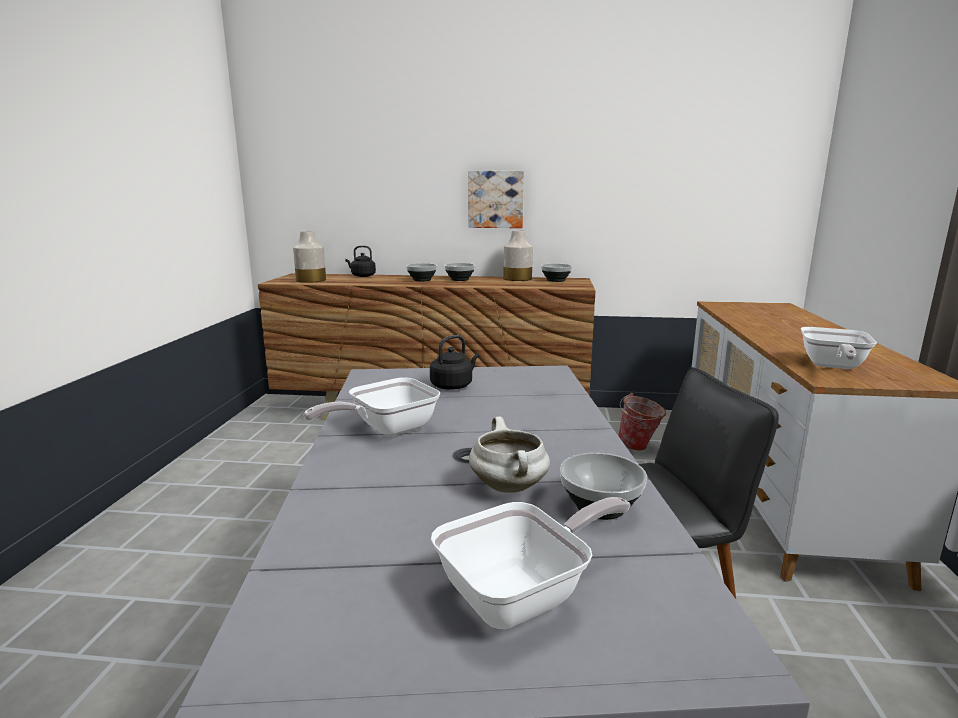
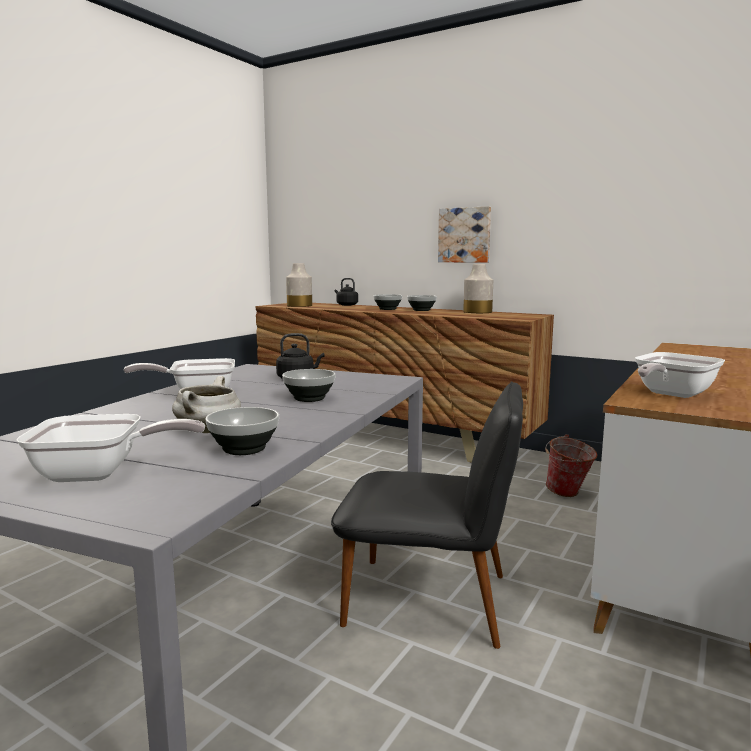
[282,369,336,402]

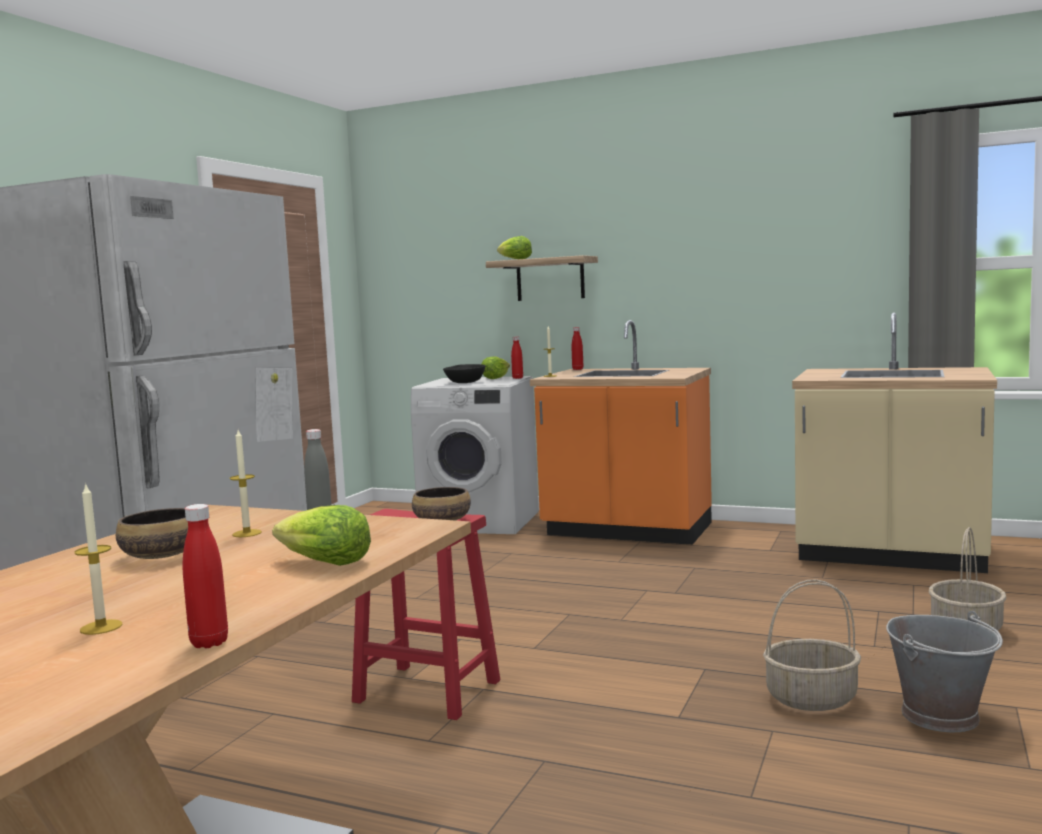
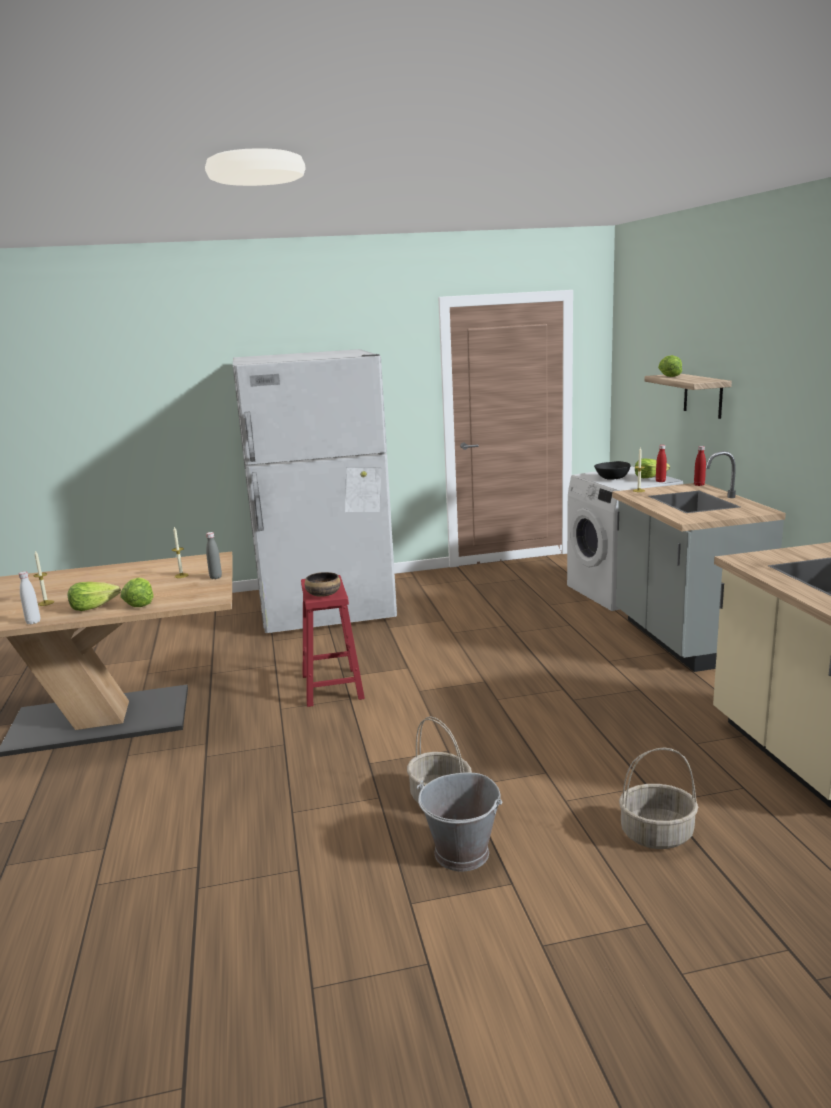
[612,451,786,672]
[19,571,40,624]
[116,508,188,559] (first image)
[68,582,121,611]

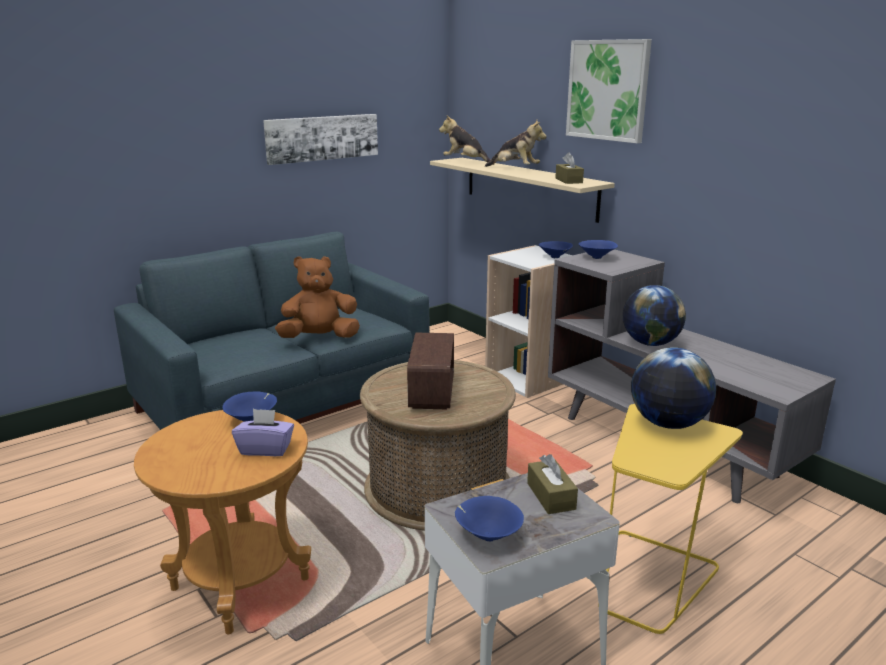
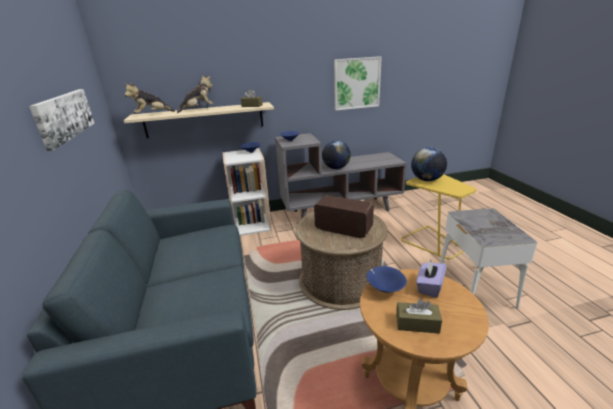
[334,56,382,111]
[275,256,360,338] (first image)
[396,299,442,334]
[455,496,524,541] (first image)

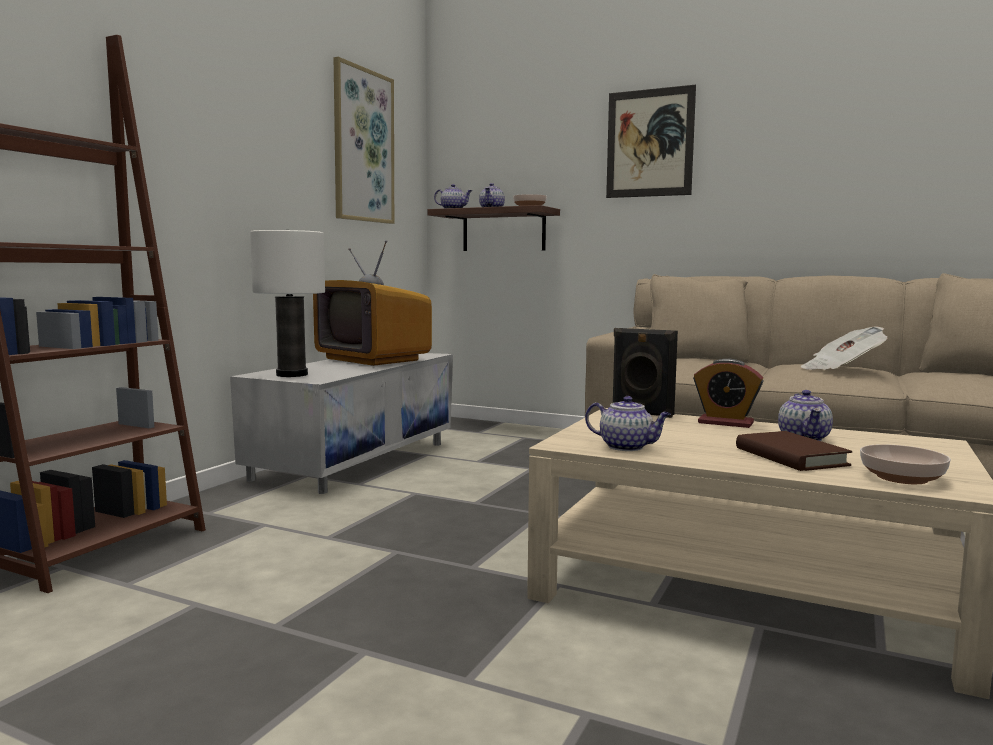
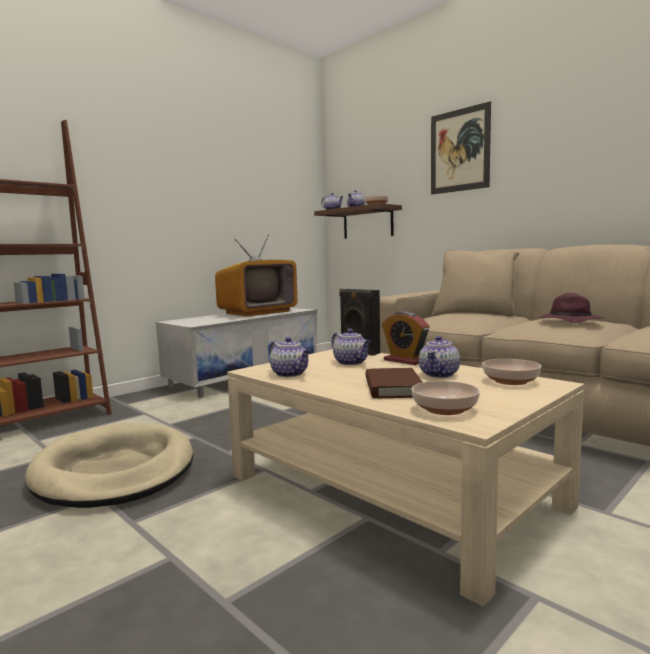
[334,57,394,224] (first image)
[250,230,325,377] (first image)
[215,234,297,316]
[539,293,605,324]
[331,329,371,365]
[482,359,541,385]
[25,422,193,508]

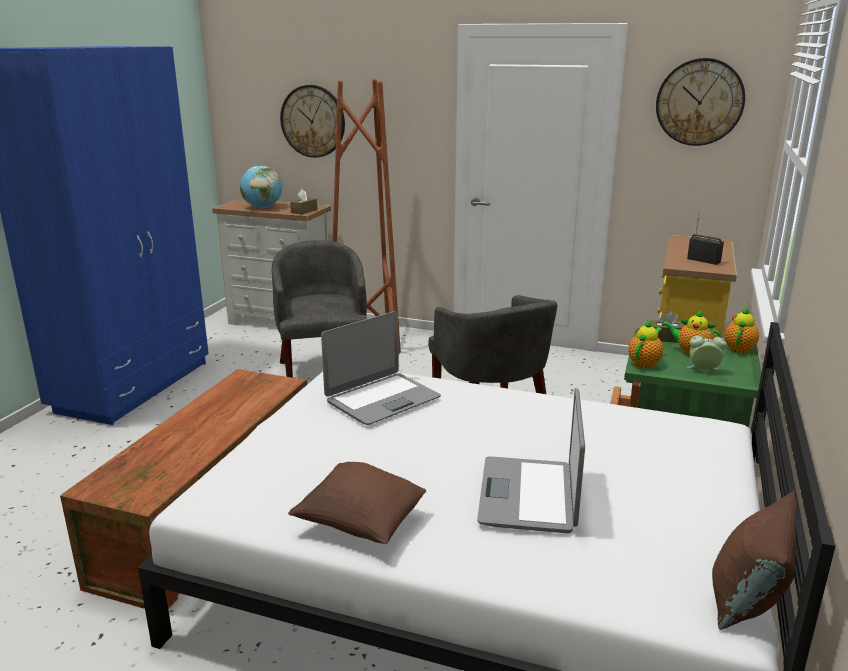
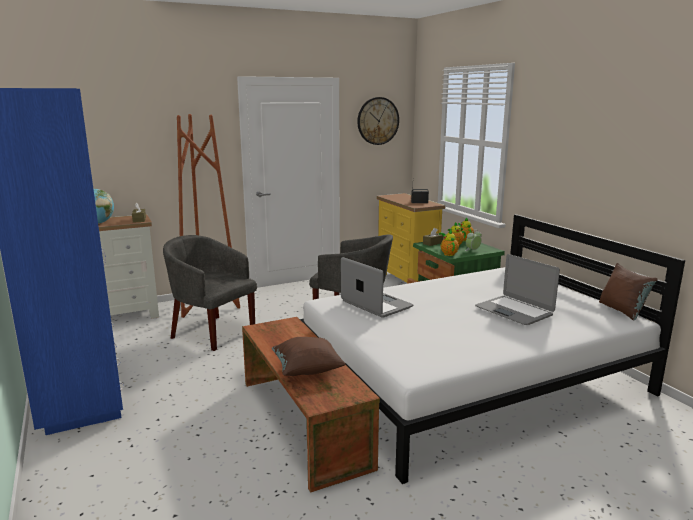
[280,85,345,158] (first image)
[341,257,413,318]
[272,337,346,376]

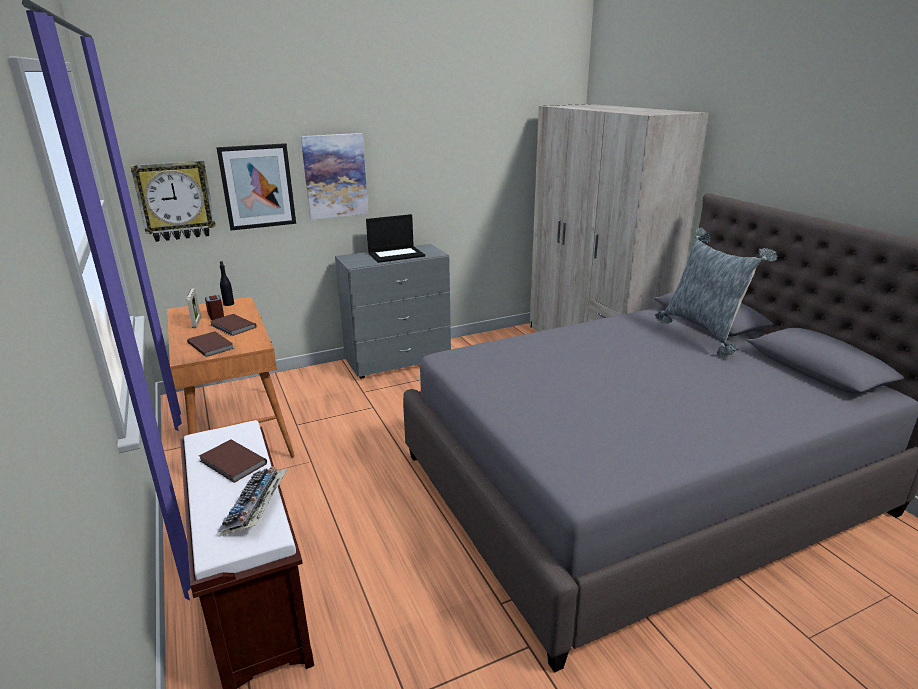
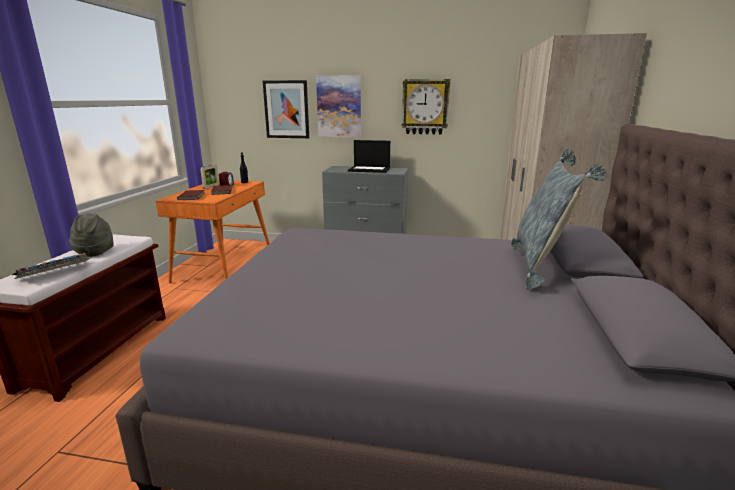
[402,79,450,135]
[69,213,114,257]

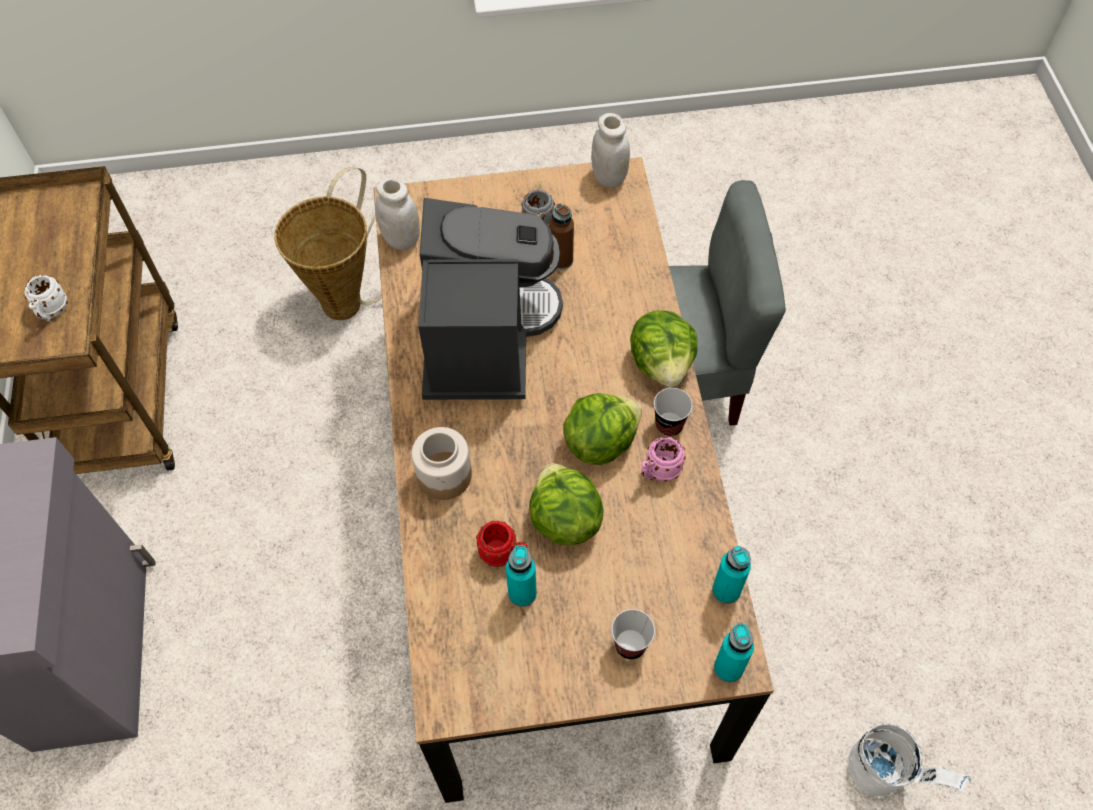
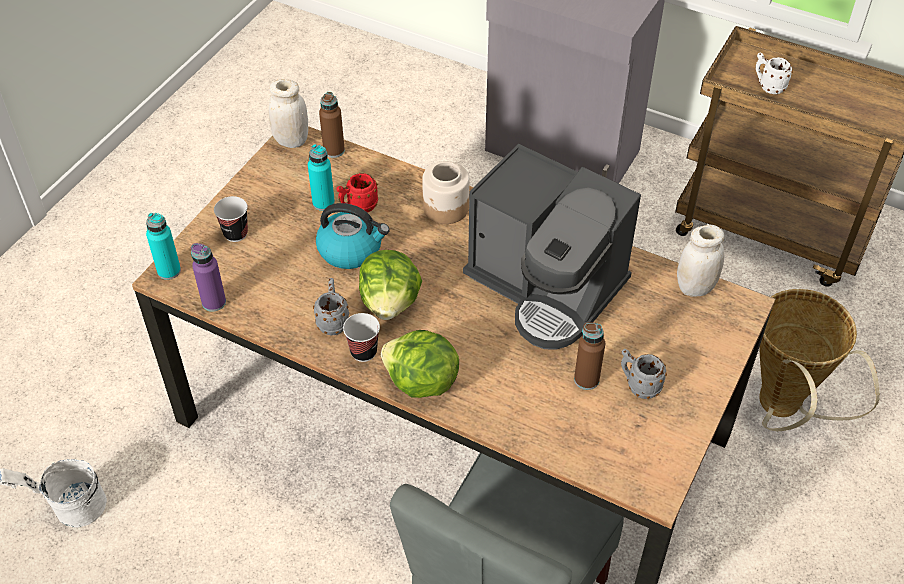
[269,79,308,148]
[313,278,349,335]
[316,203,390,269]
[191,243,226,312]
[319,92,345,158]

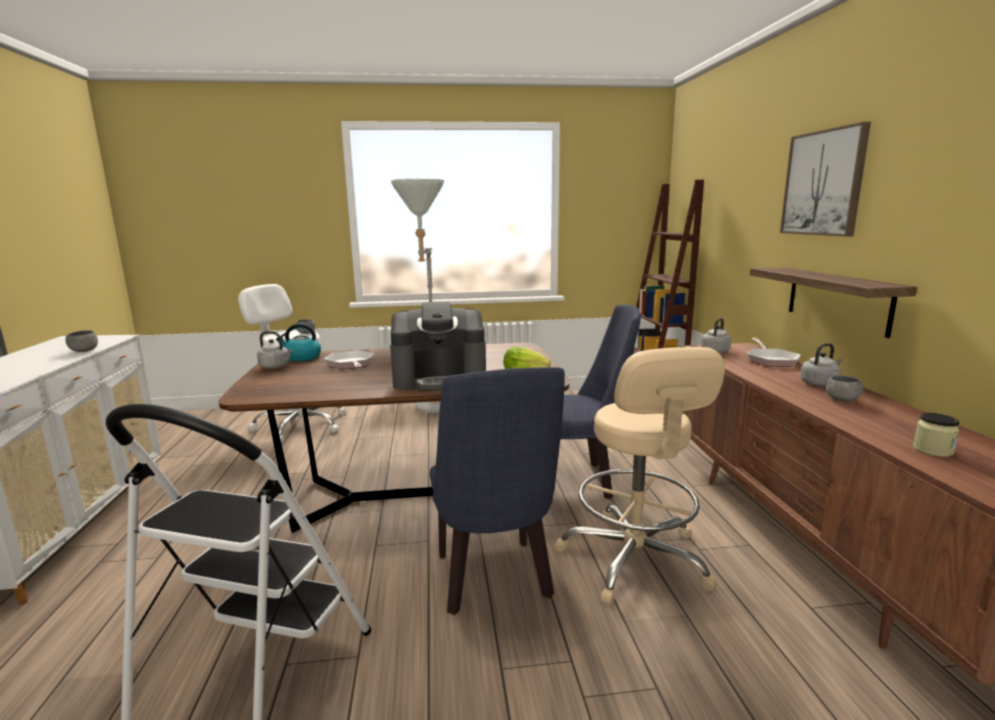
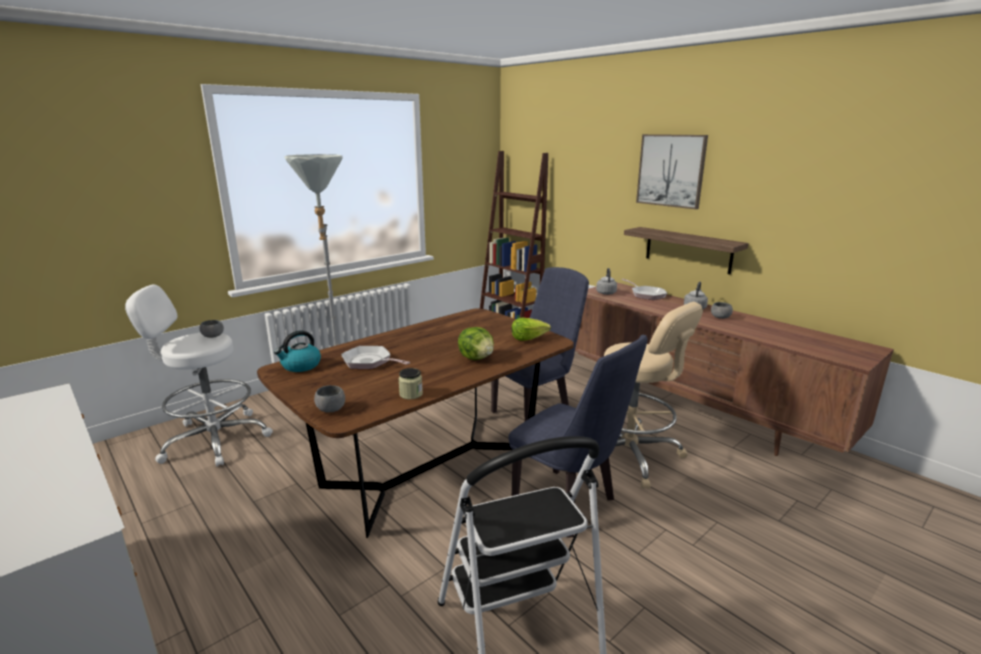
[458,327,494,360]
[314,385,345,412]
[257,331,293,369] (first image)
[398,368,423,399]

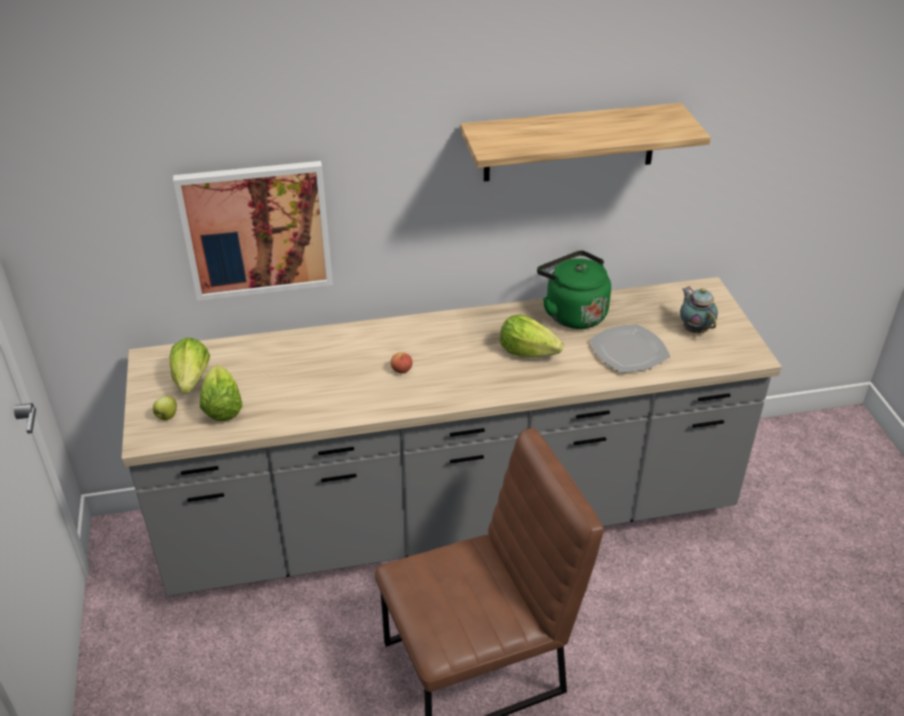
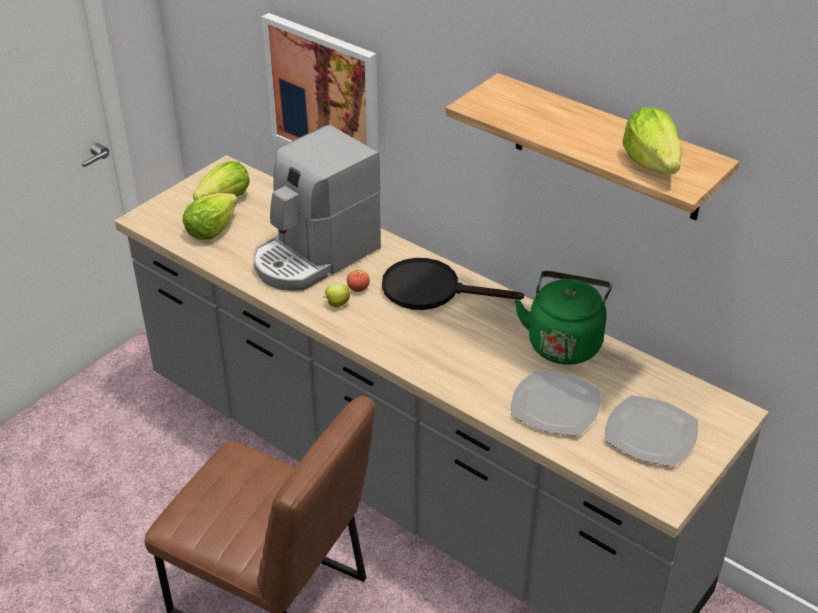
[605,395,698,466]
[622,107,682,174]
[324,284,350,307]
[253,125,381,291]
[382,258,524,310]

